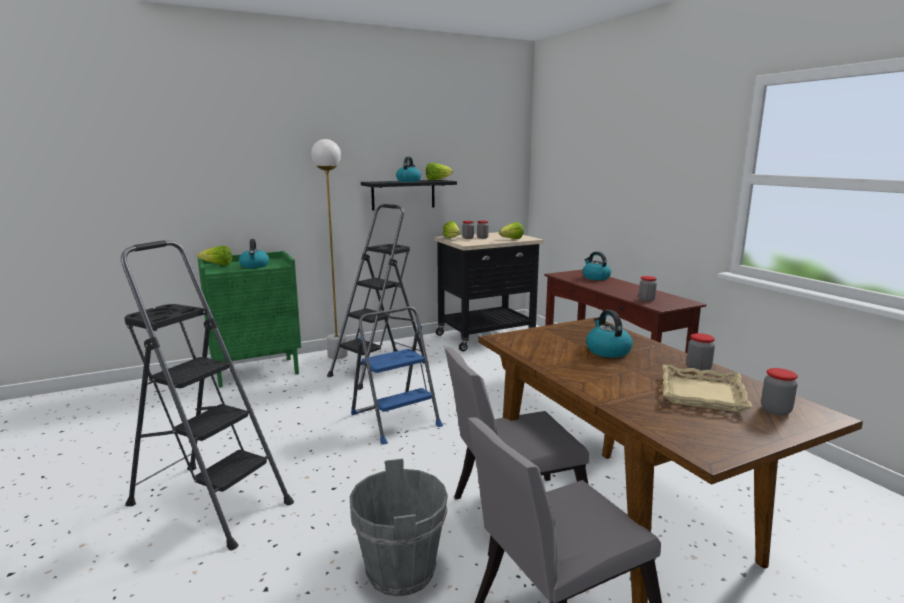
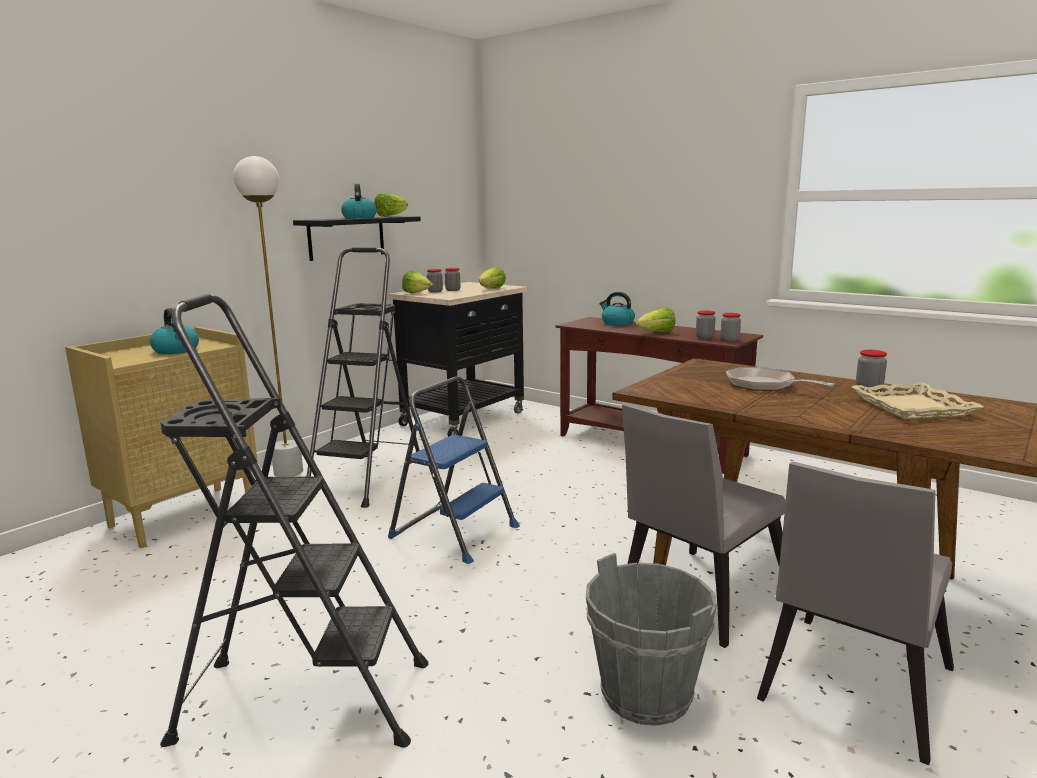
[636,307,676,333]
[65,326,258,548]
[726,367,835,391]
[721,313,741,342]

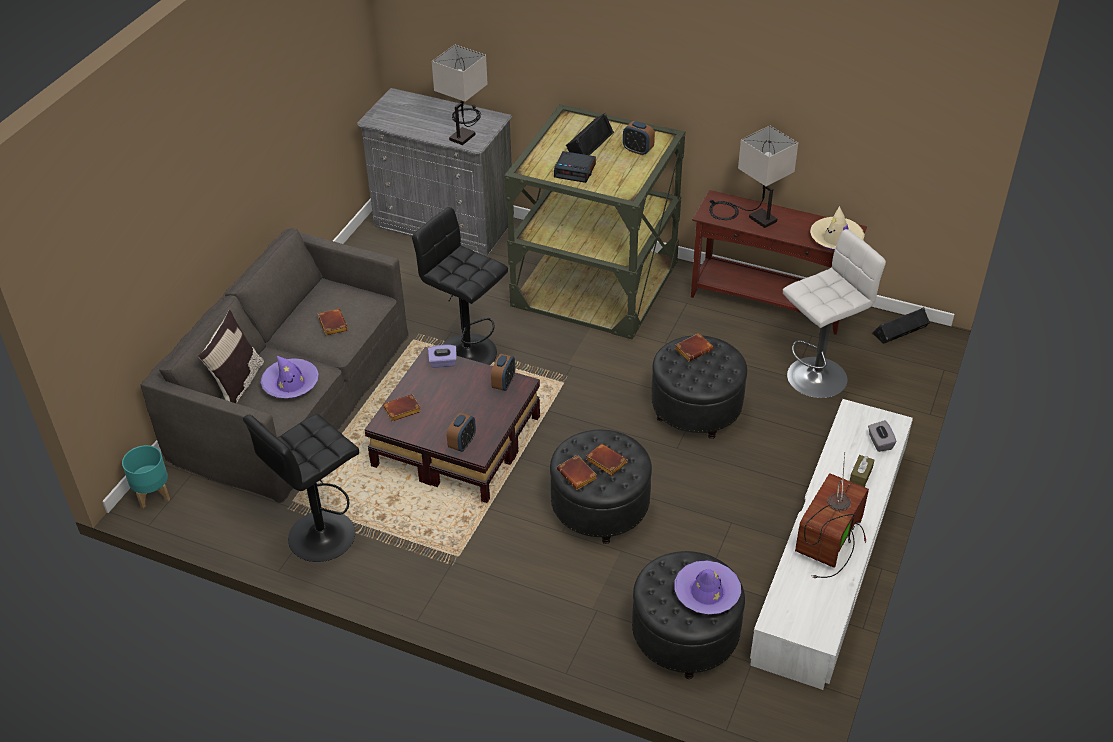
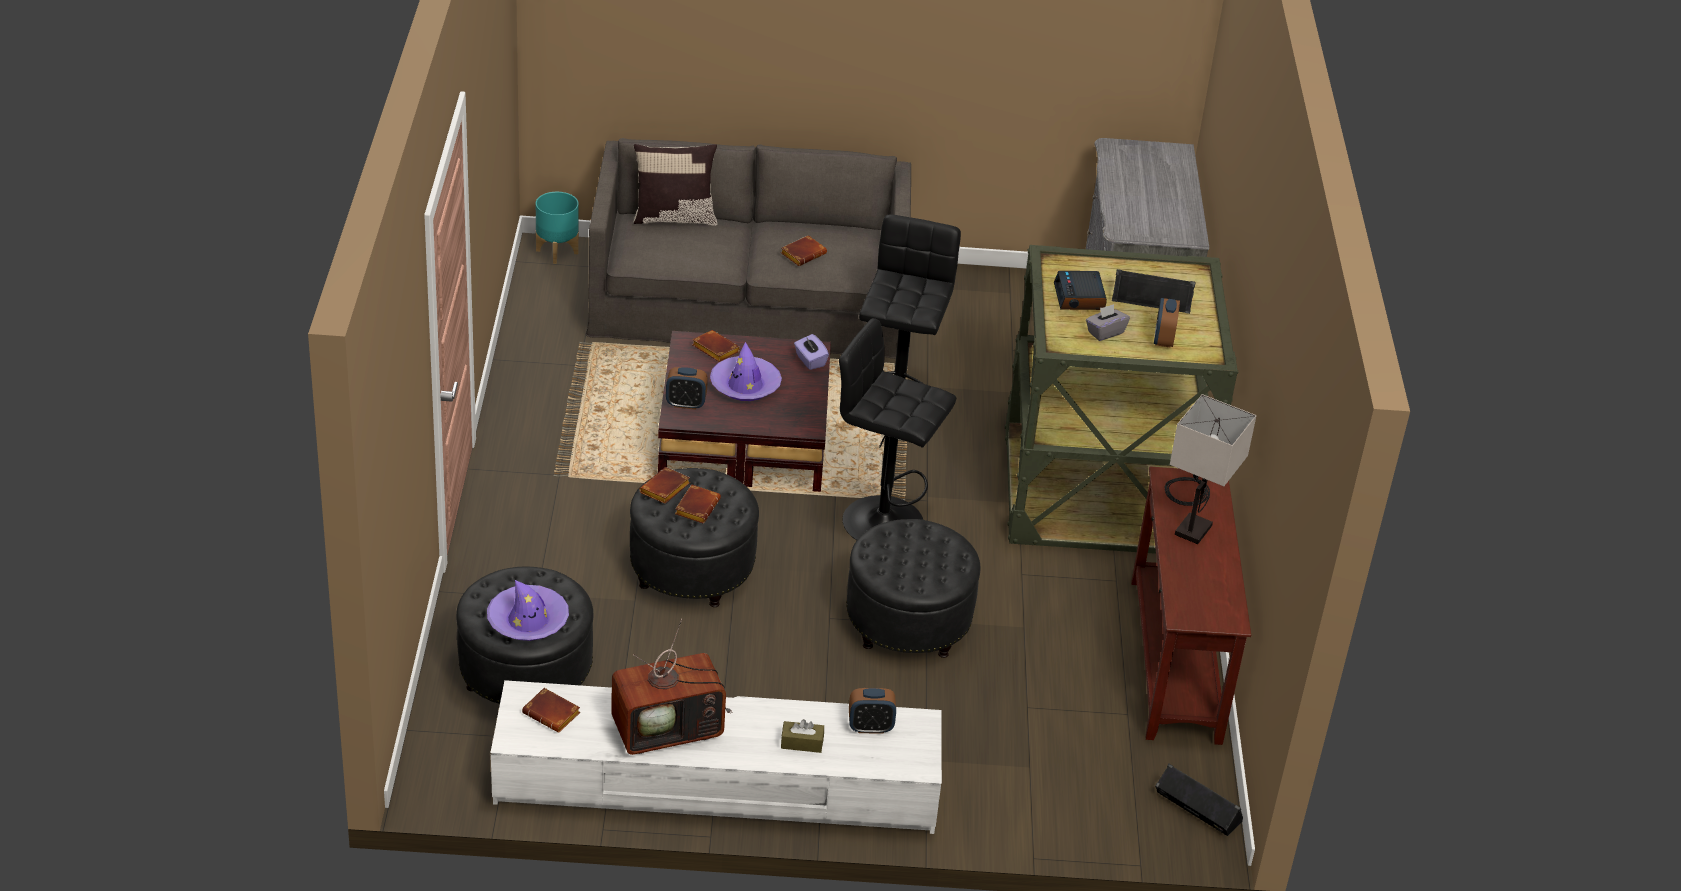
[432,45,488,145] (first image)
[810,206,865,251] (first image)
[783,229,886,398] (first image)
[522,688,580,733]
[849,688,896,734]
[710,342,782,401]
[839,318,956,540]
[1086,304,1130,341]
[611,619,733,755]

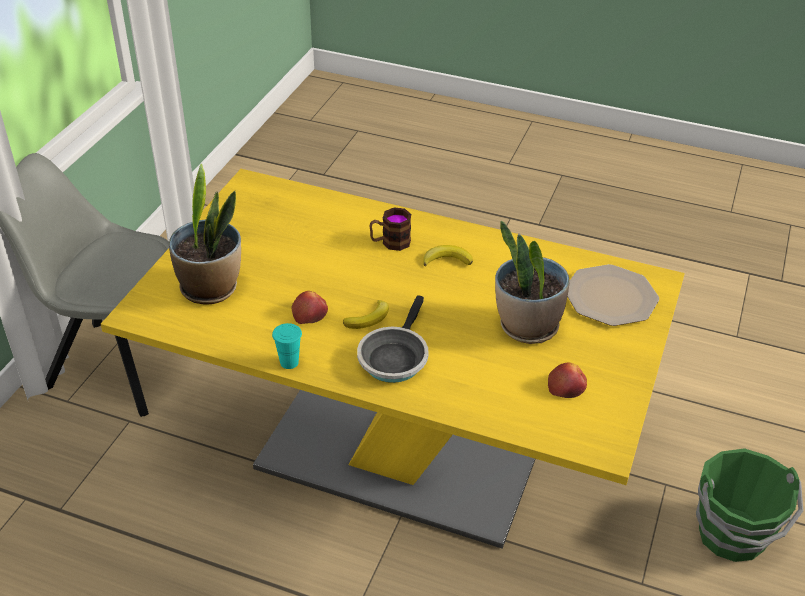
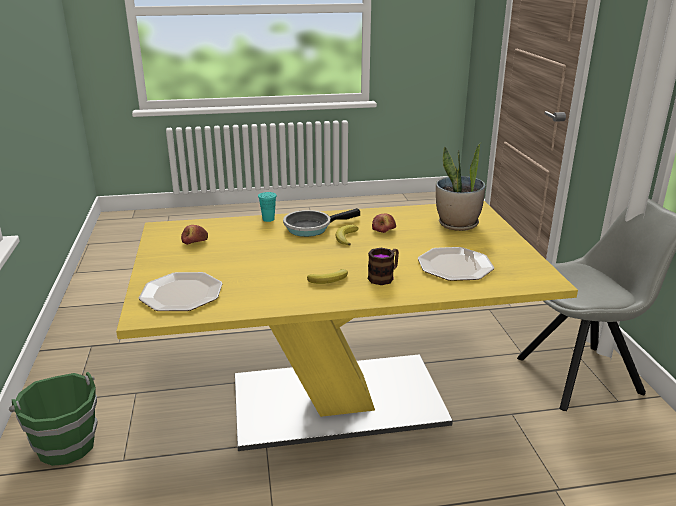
[495,220,570,344] (first image)
[283,208,360,237]
[258,192,277,222]
[418,247,494,281]

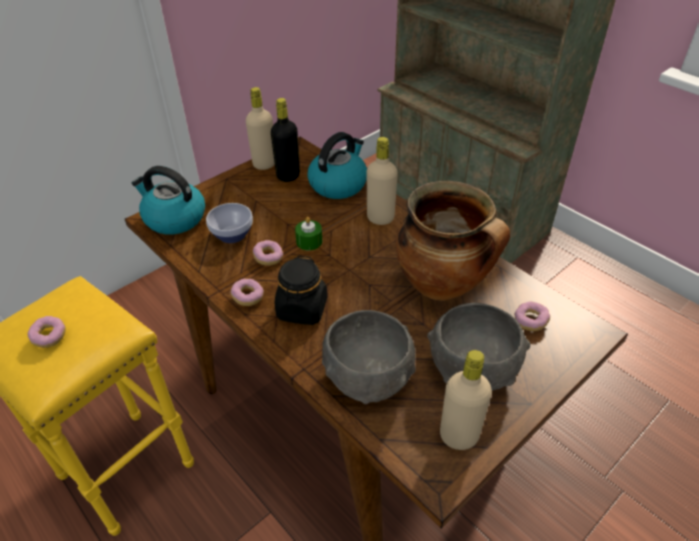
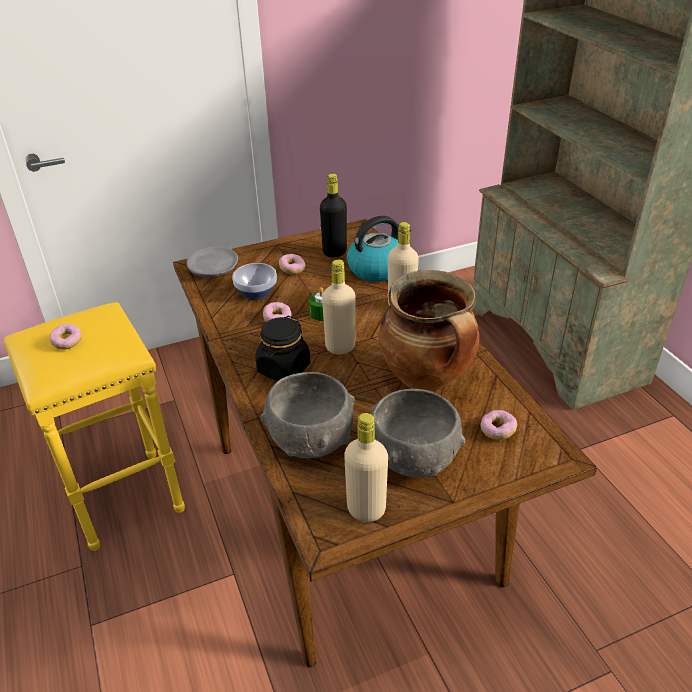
[322,260,356,354]
[187,246,238,277]
[279,254,305,274]

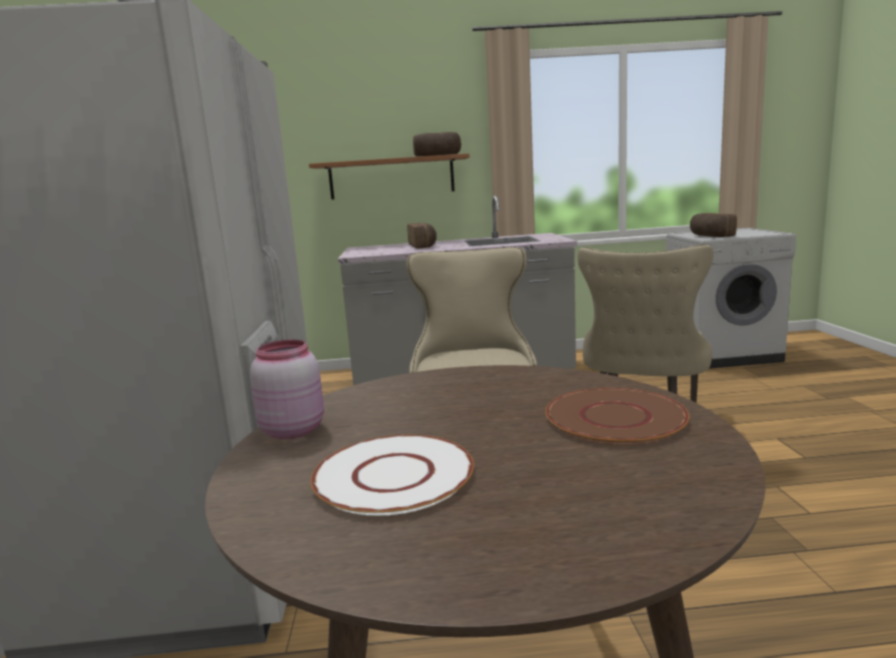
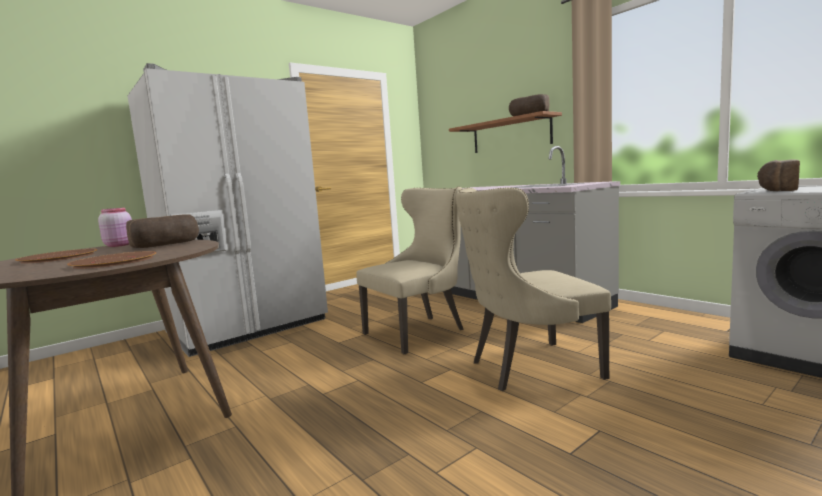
[126,214,199,248]
[15,249,97,263]

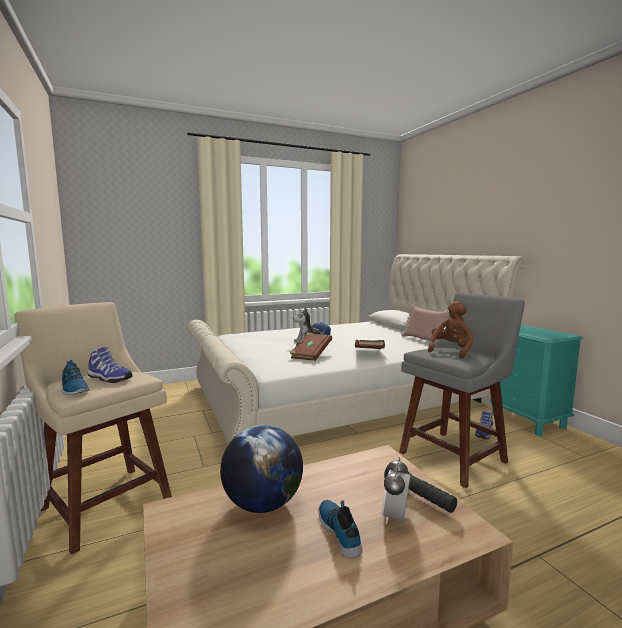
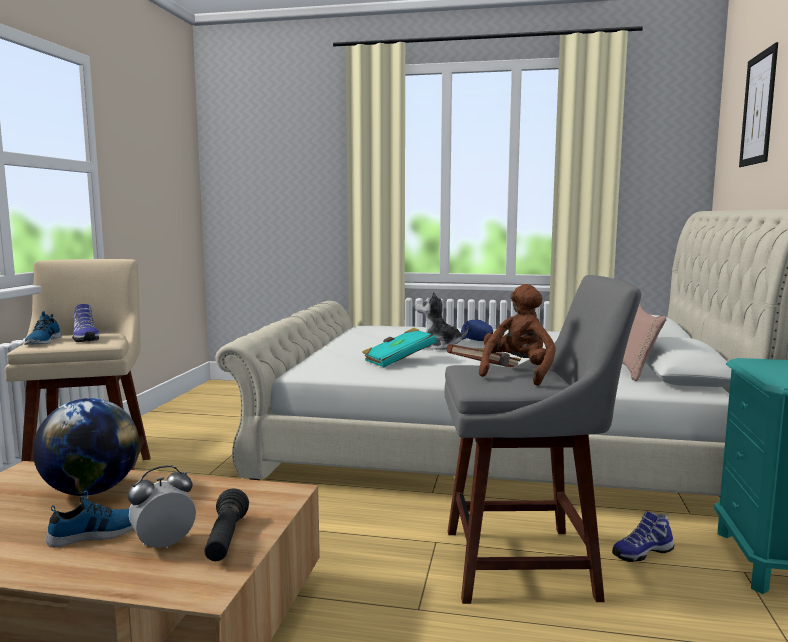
[479,284,556,386]
[362,328,437,367]
[46,491,133,547]
[739,42,778,167]

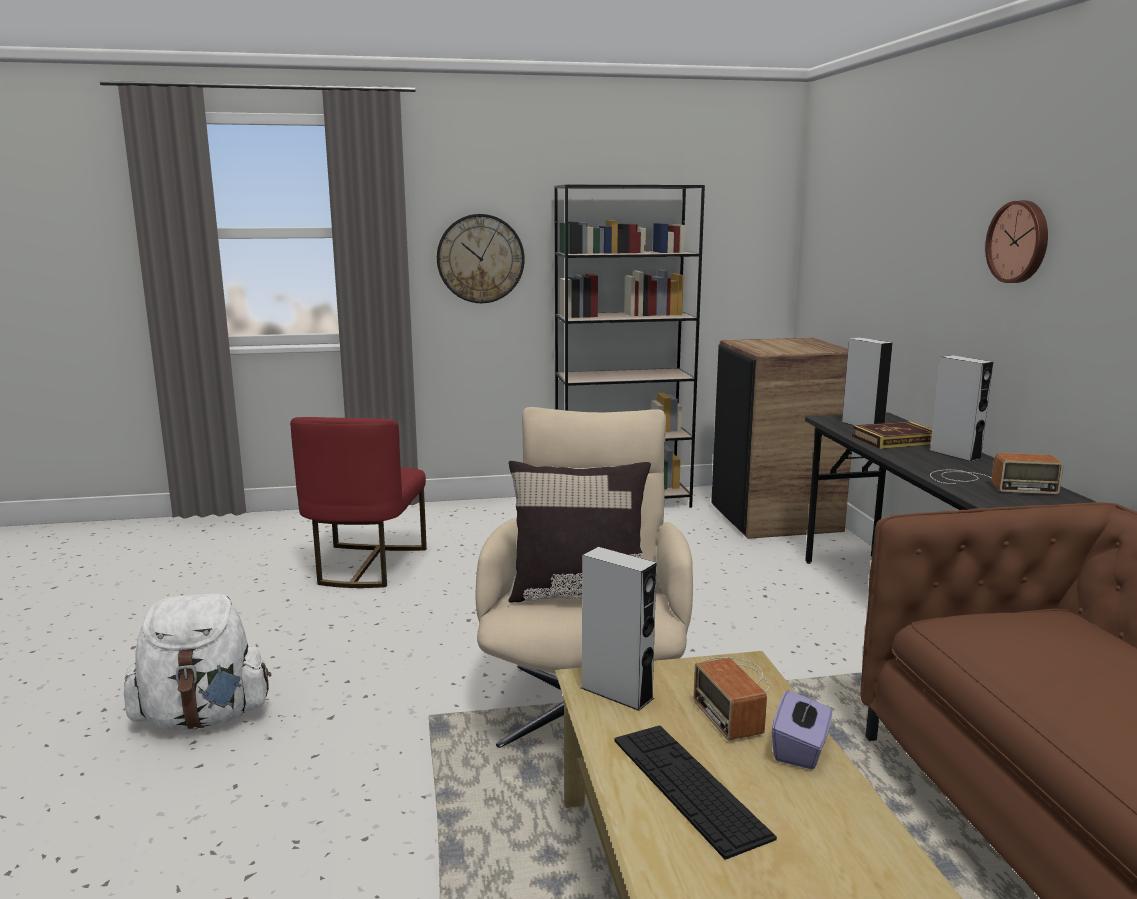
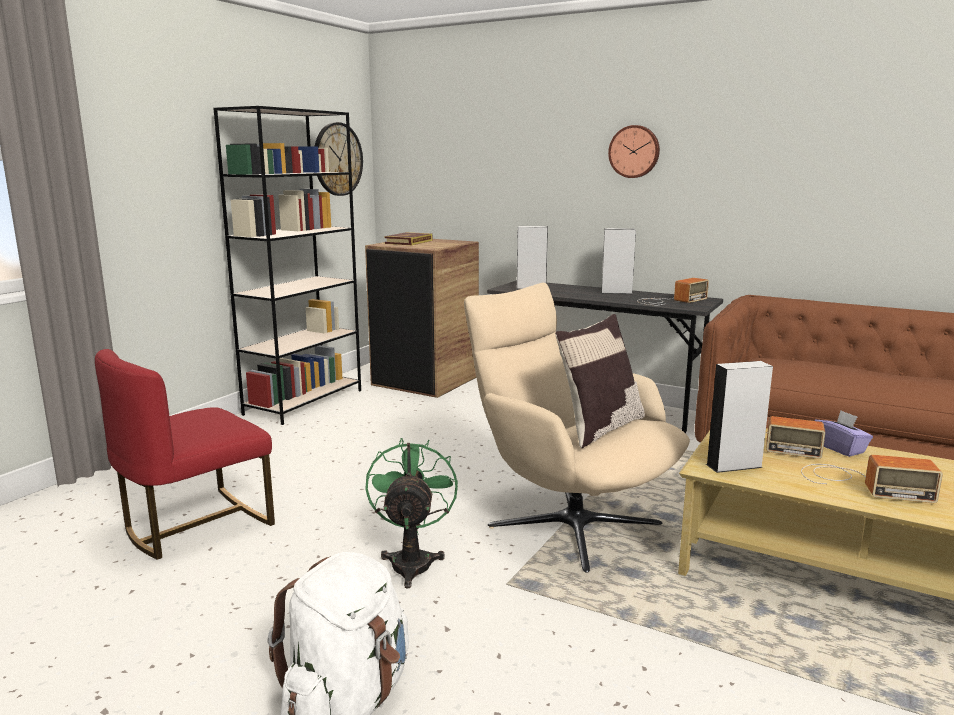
[314,122,363,196]
[95,349,275,560]
[385,232,432,245]
[801,455,943,503]
[365,438,458,588]

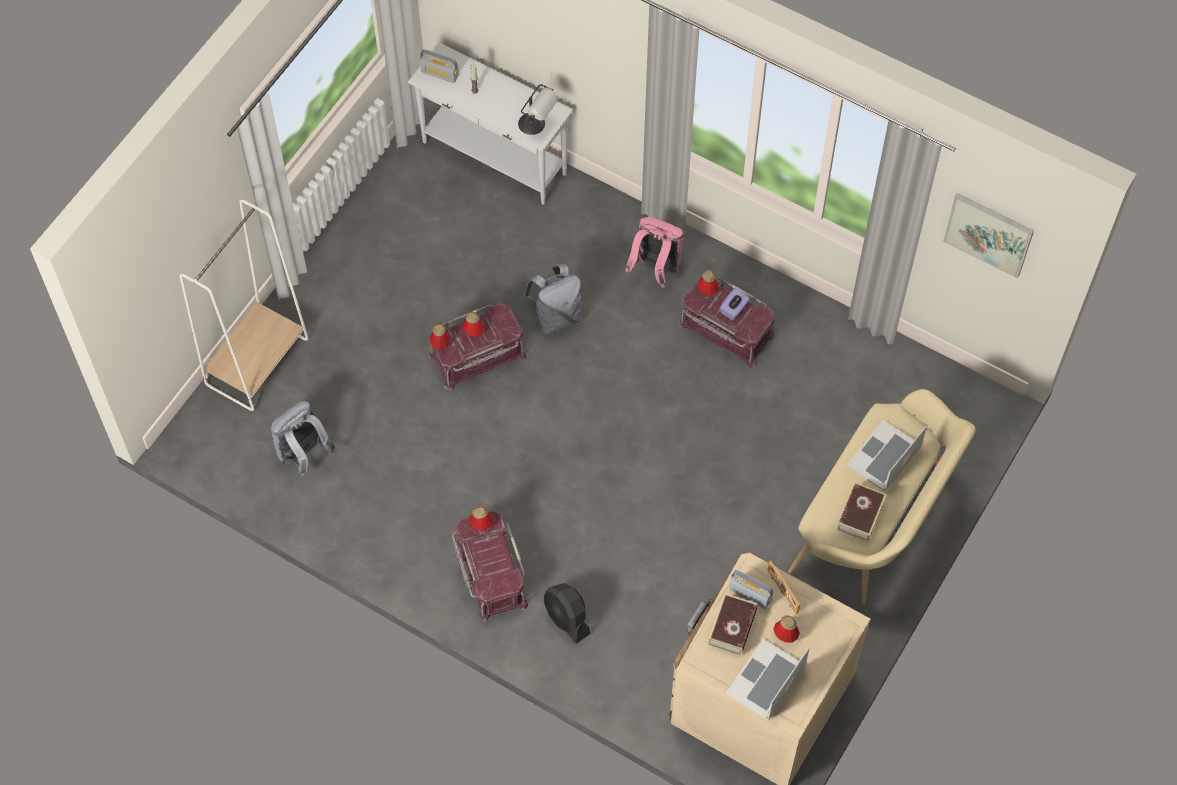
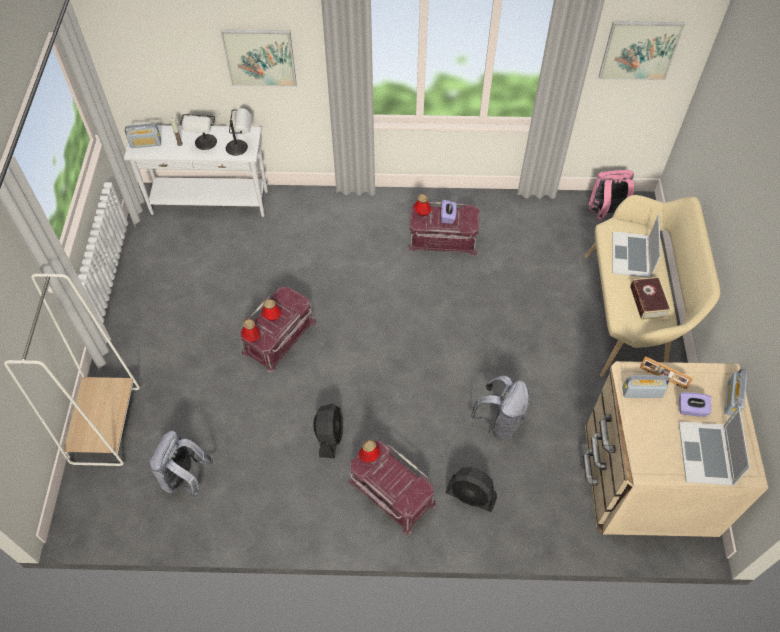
[589,170,634,221]
[471,376,530,440]
[708,593,758,655] (first image)
[679,392,711,417]
[221,30,297,87]
[180,114,217,150]
[724,369,747,416]
[313,403,343,458]

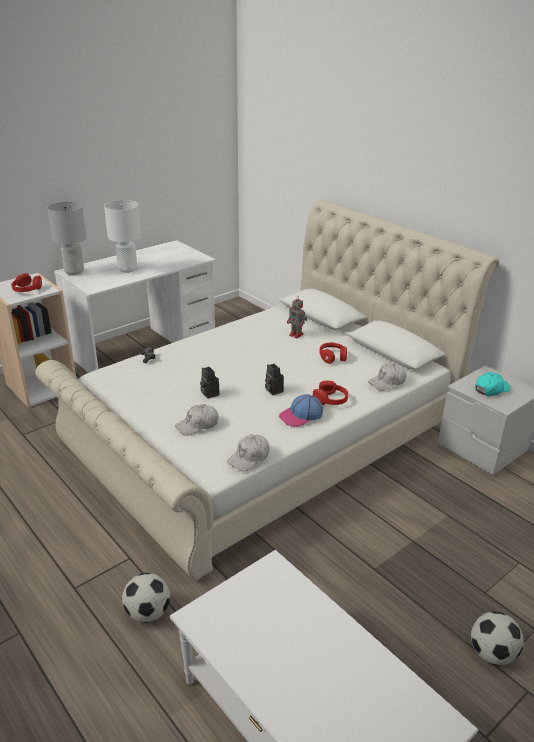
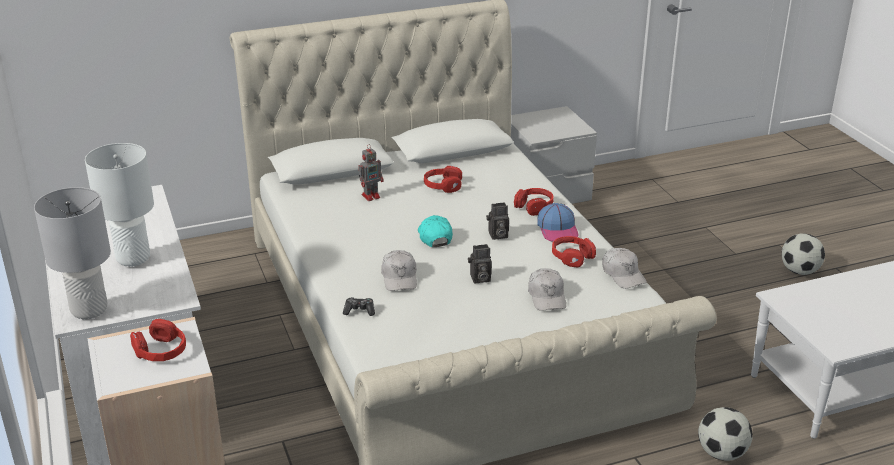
[381,250,417,291]
[418,215,453,247]
[552,236,596,267]

